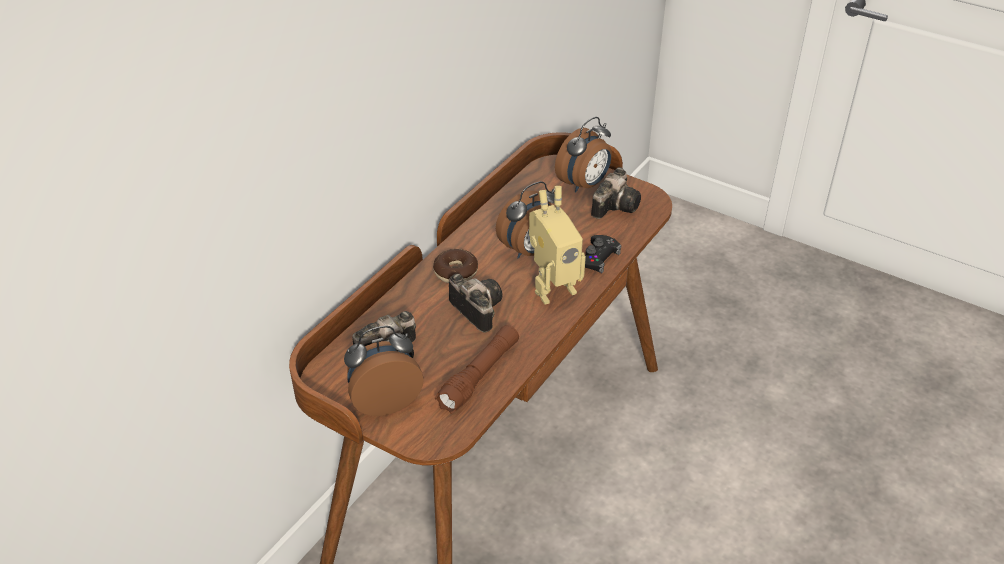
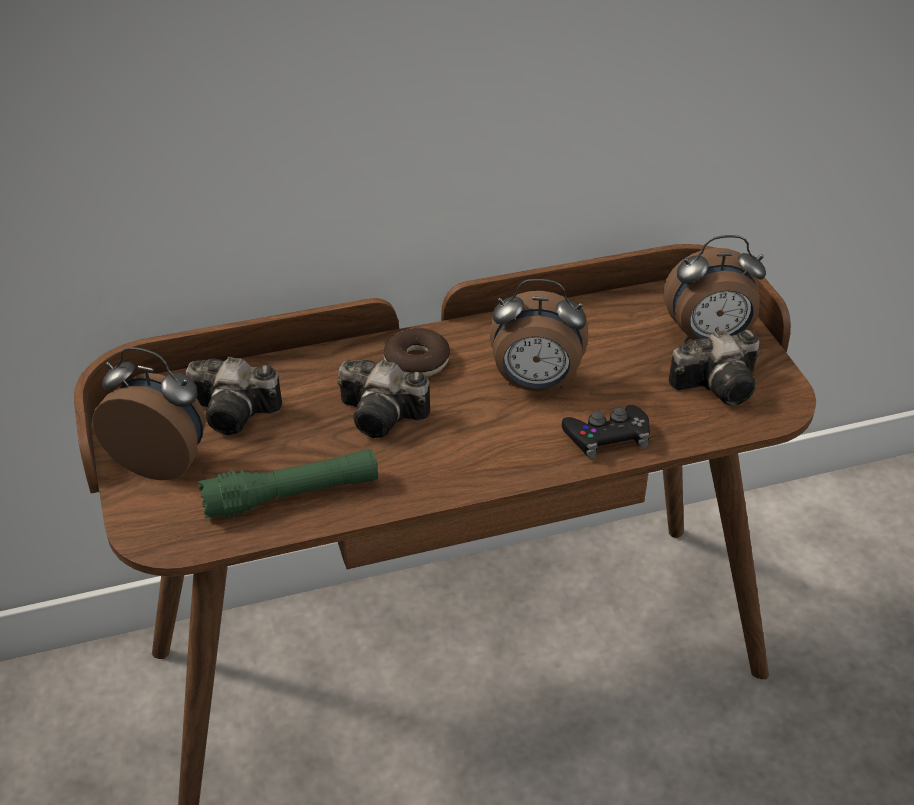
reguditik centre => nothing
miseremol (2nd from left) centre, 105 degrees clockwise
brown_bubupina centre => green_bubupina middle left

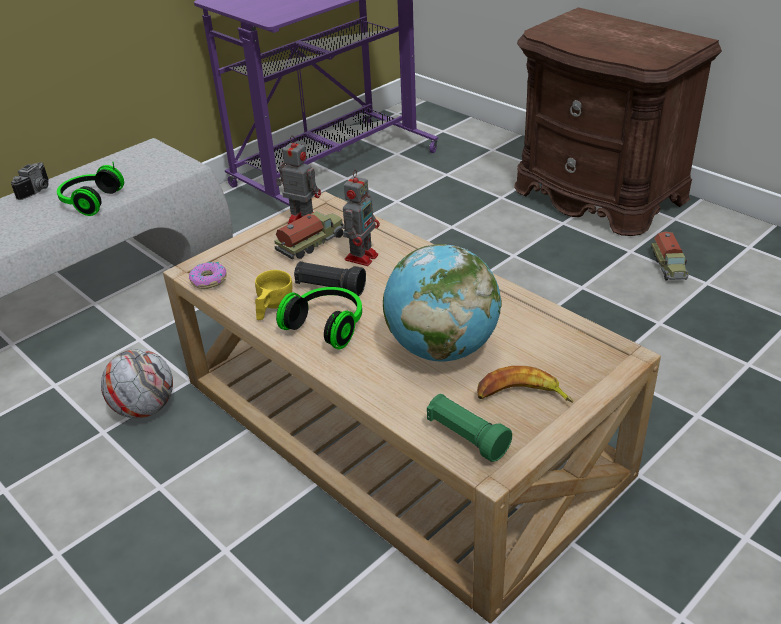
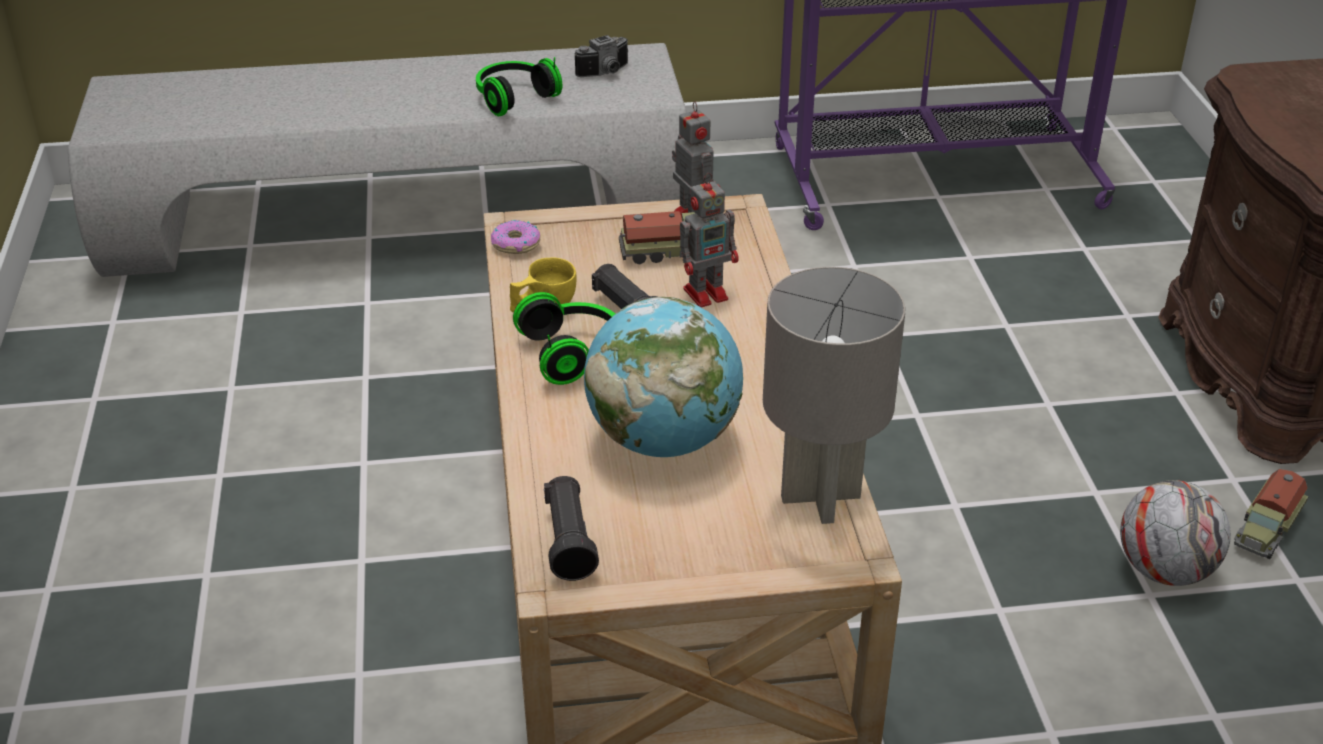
miseremol top left => miseremol top centre, move
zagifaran middle left => zagifaran bottom right, move
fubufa middle right => nothing
green_bubupina bottom centre => black_bubupina (1st from left) bottom centre
nothing => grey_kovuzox centre

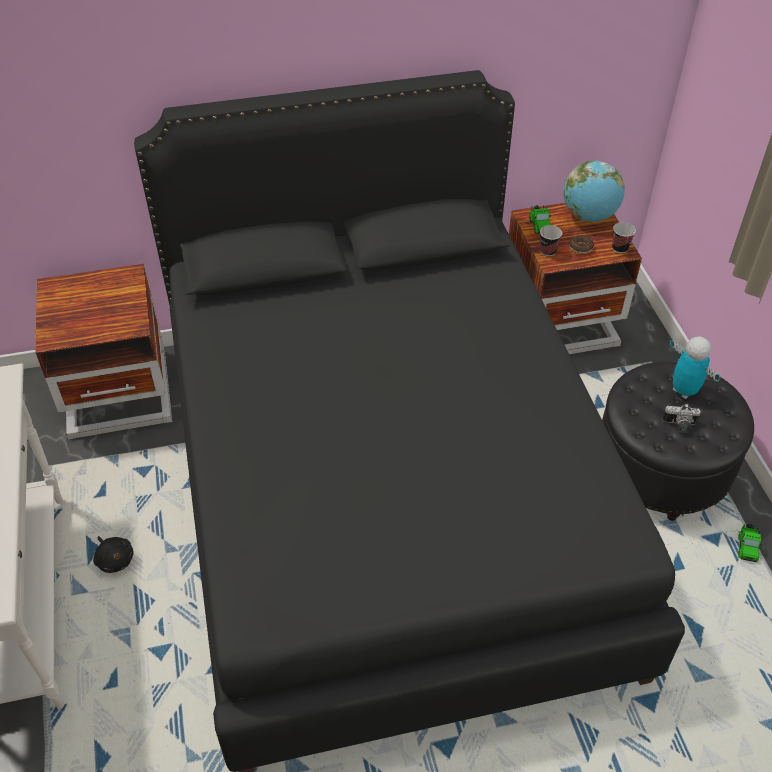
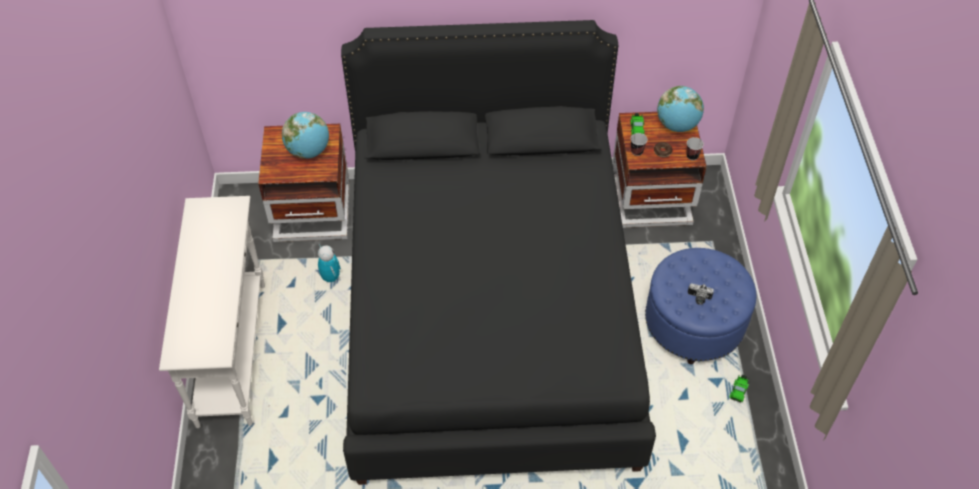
reguditik middle right => reguditik centre, move
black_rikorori middle right => blue_rikorori middle right
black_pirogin bottom left => nothing
nothing => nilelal (1st from left) top left

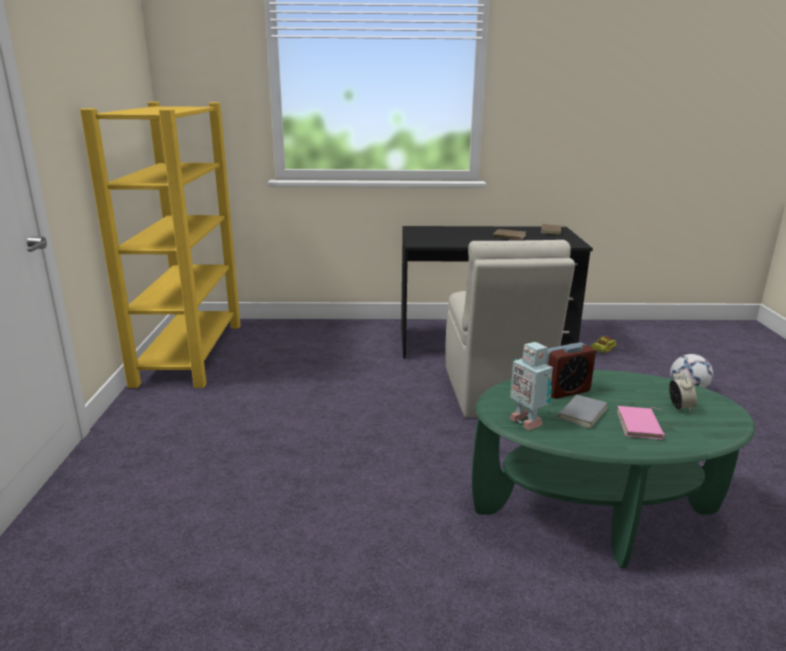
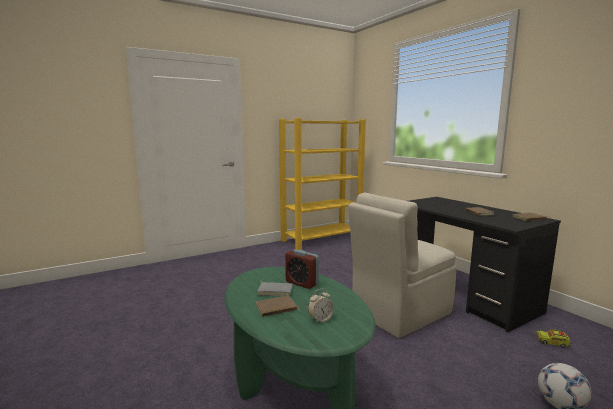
reguditik middle right => nothing
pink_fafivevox middle right => brown_fafivevox (1st from left) bottom centre

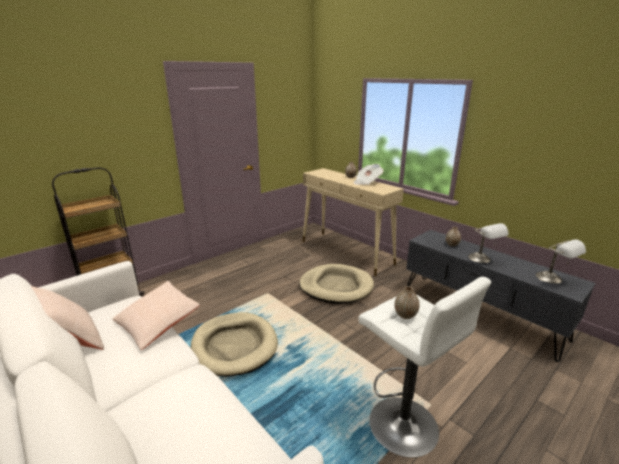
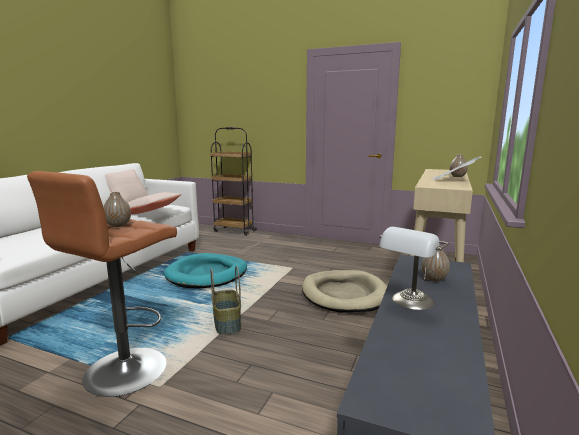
white_kovuzox (2nd from left) middle right => nothing
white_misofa bottom right => brown_misofa middle left
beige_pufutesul (1st from left) bottom centre => turquoise_pufutesul centre
nothing => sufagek bottom centre

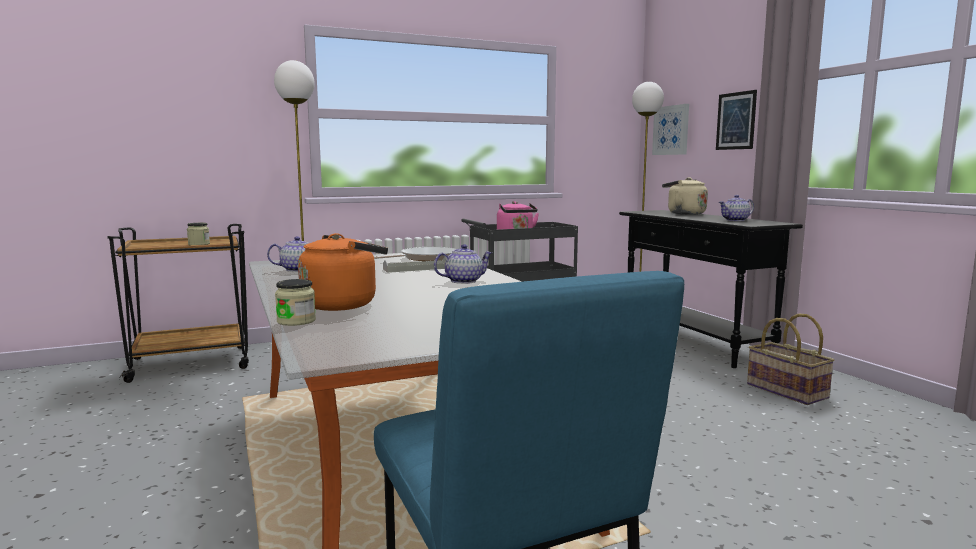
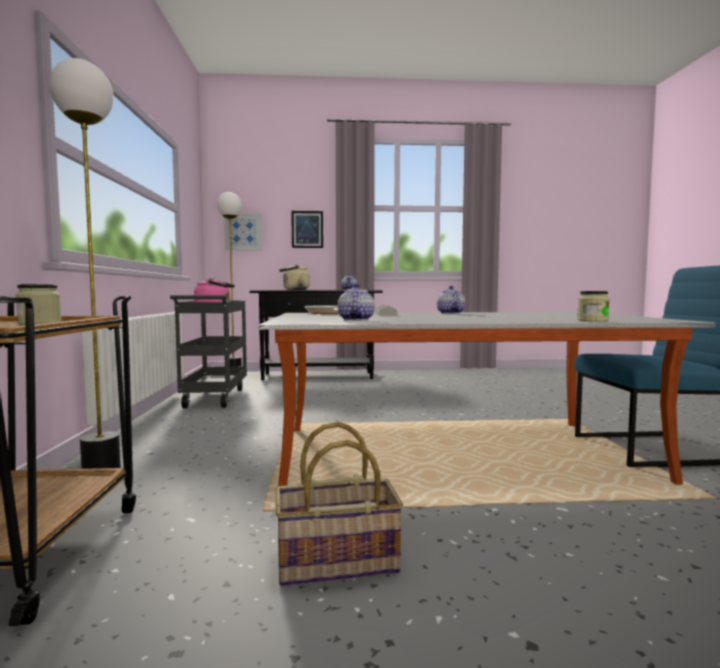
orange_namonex centre => nothing
sufagek middle right => sufagek bottom centre, move

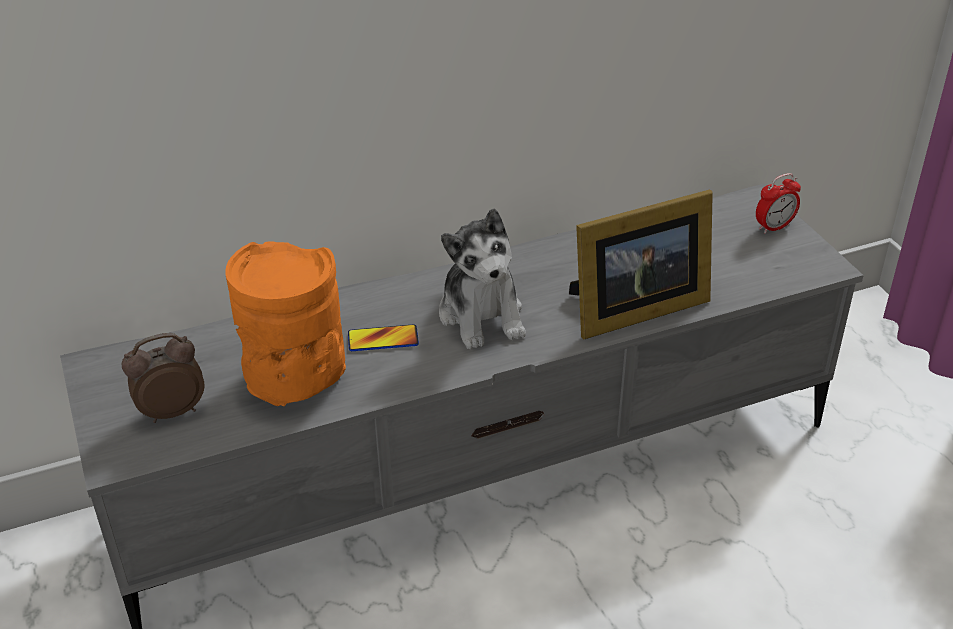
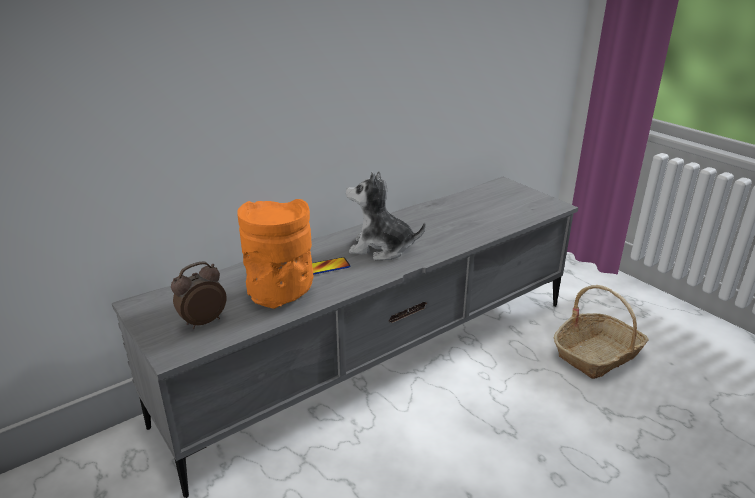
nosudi (2nd from left) top right => nothing
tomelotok middle right => nothing
pirogin centre, 135 degrees clockwise
nothing => sufagek bottom right

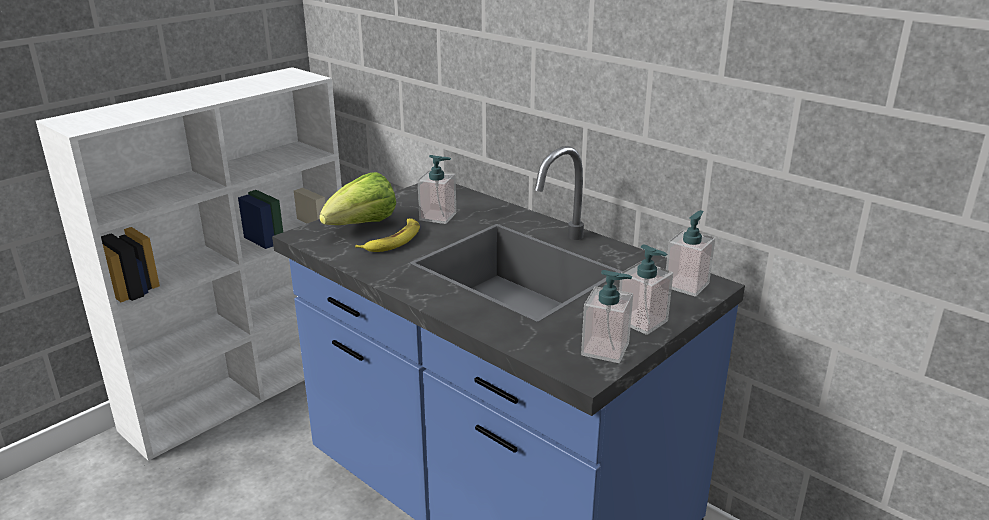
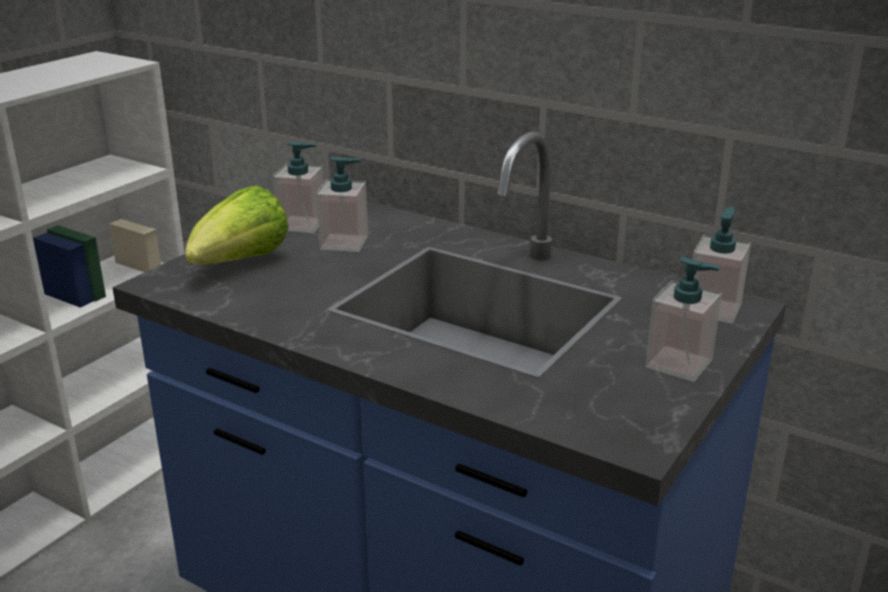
fubufa centre => nothing
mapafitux (2nd from left in the first image) centre => mapafitux (1st from left) top centre, move

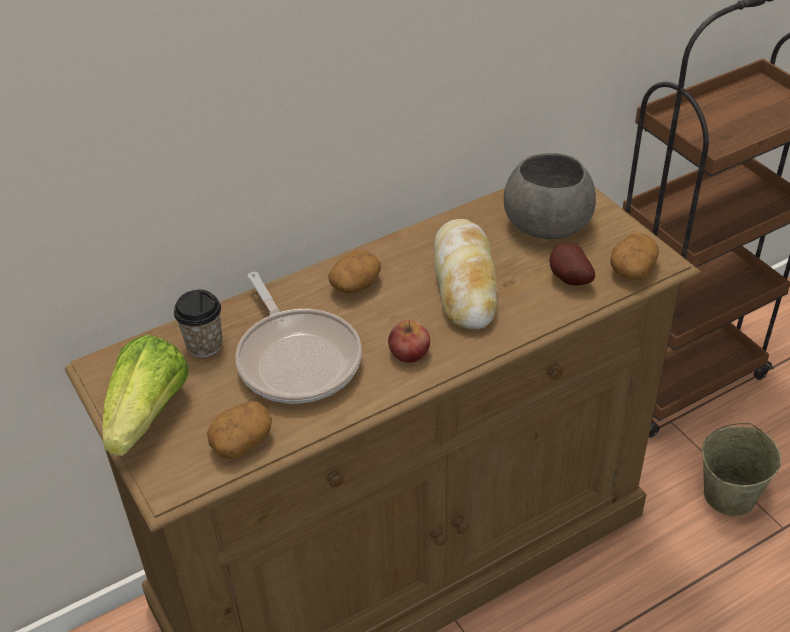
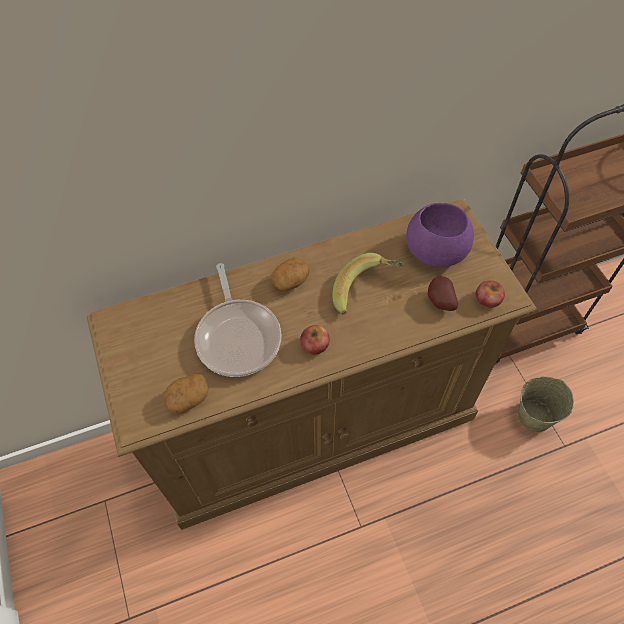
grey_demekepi top right => purple_demekepi middle right
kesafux centre => fubufa centre
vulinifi (4th from left) middle right => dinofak (2nd from left) middle right
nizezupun middle left => nothing
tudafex middle left => nothing

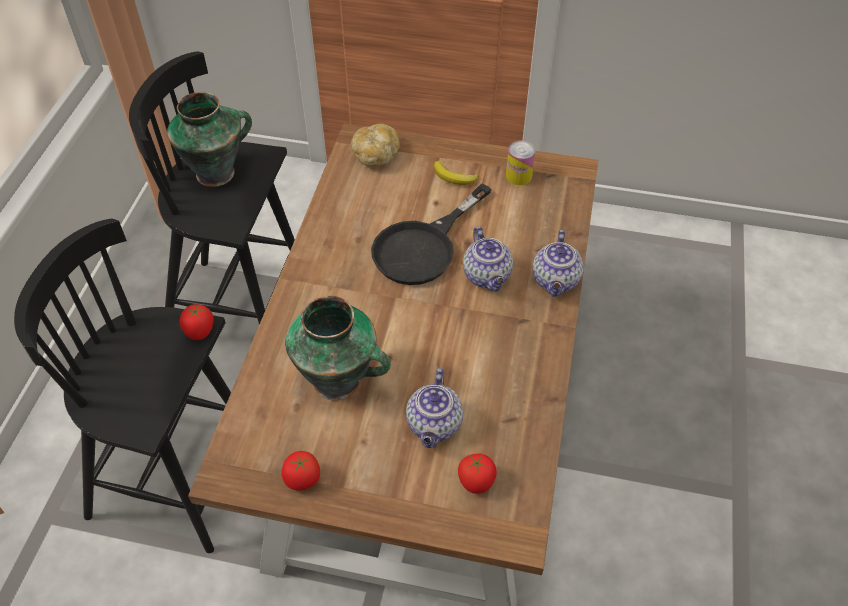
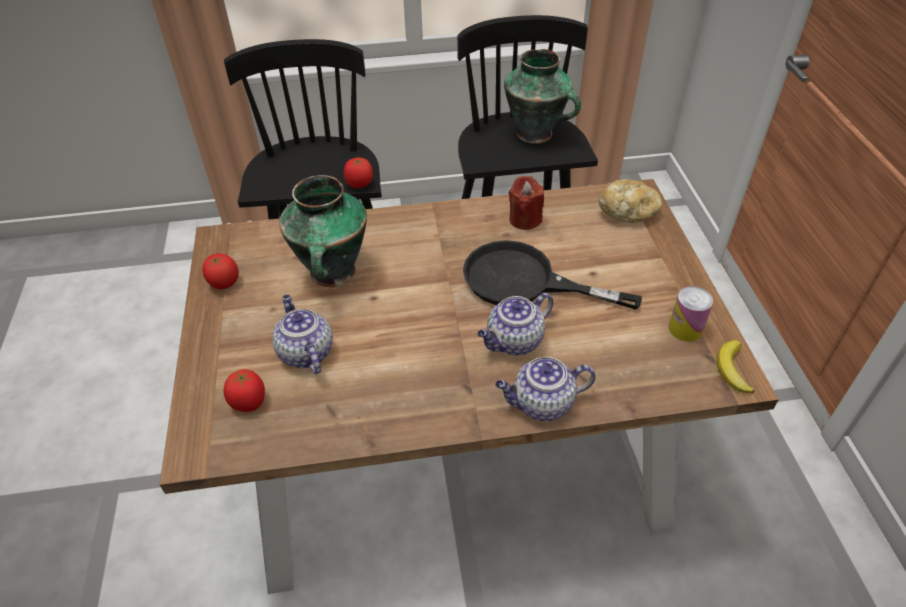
fubufa top centre => fubufa middle right, move
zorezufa (1st from left) bottom centre => zorezufa (1st from left) centre, 75 degrees clockwise
nothing => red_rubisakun centre

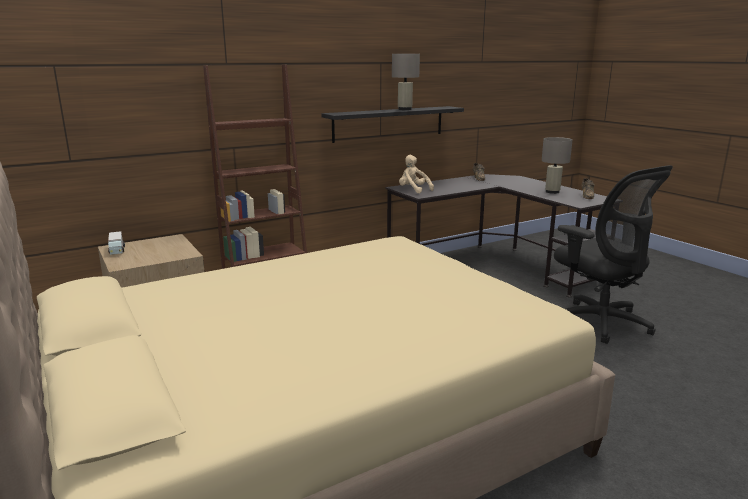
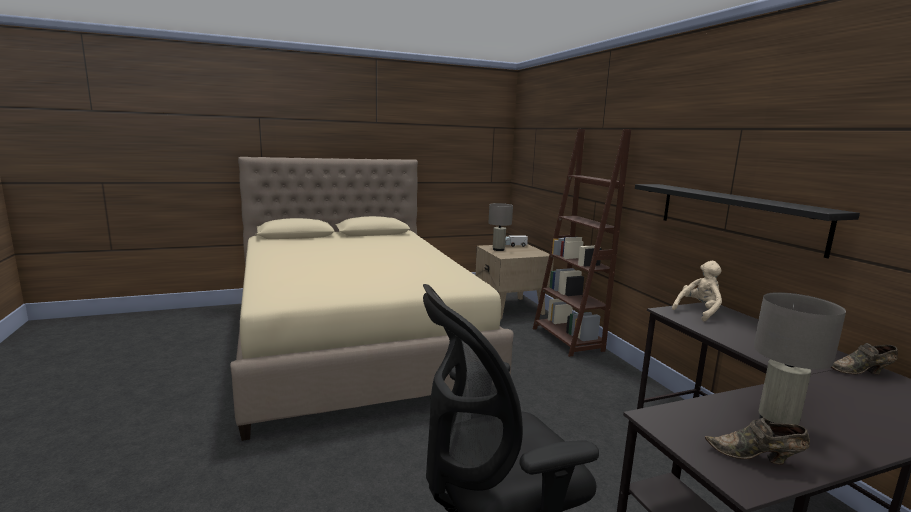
grey_kovuzox (1st from left) top centre => grey_kovuzox (1st from left) centre, move

